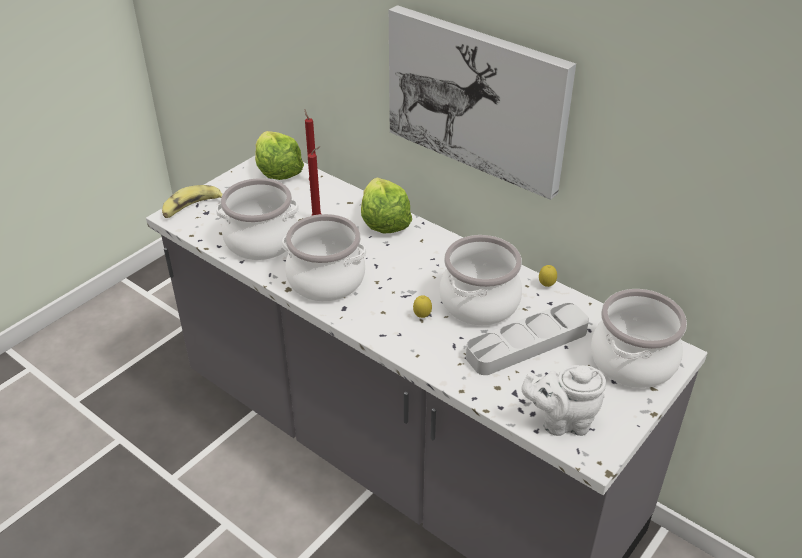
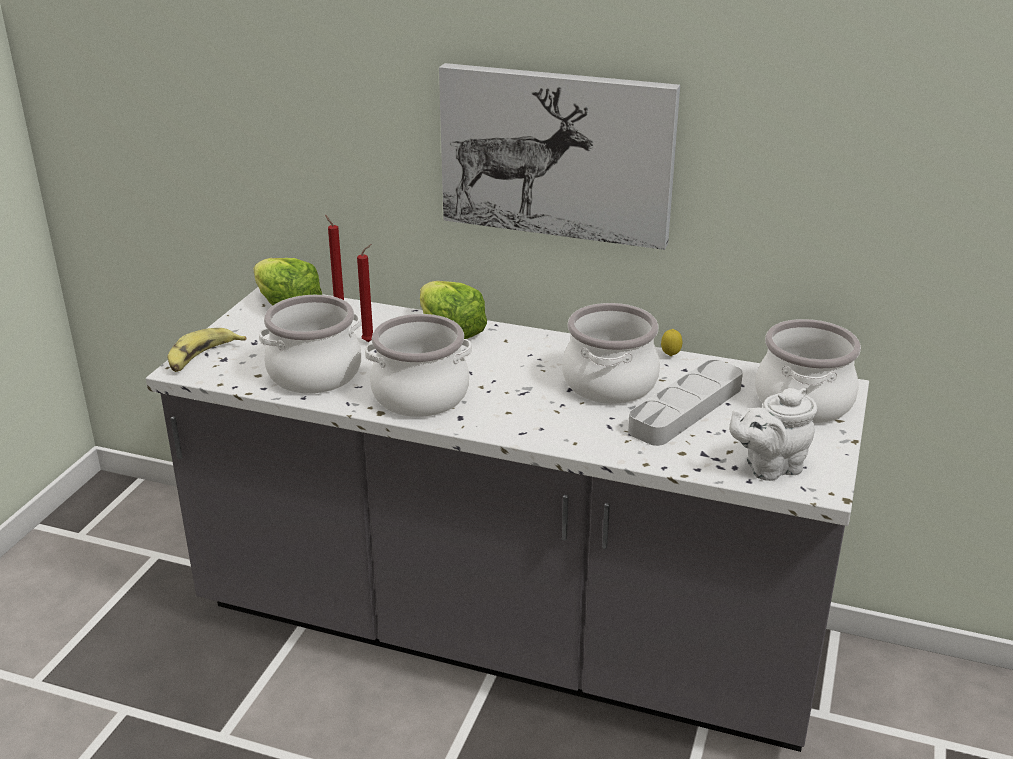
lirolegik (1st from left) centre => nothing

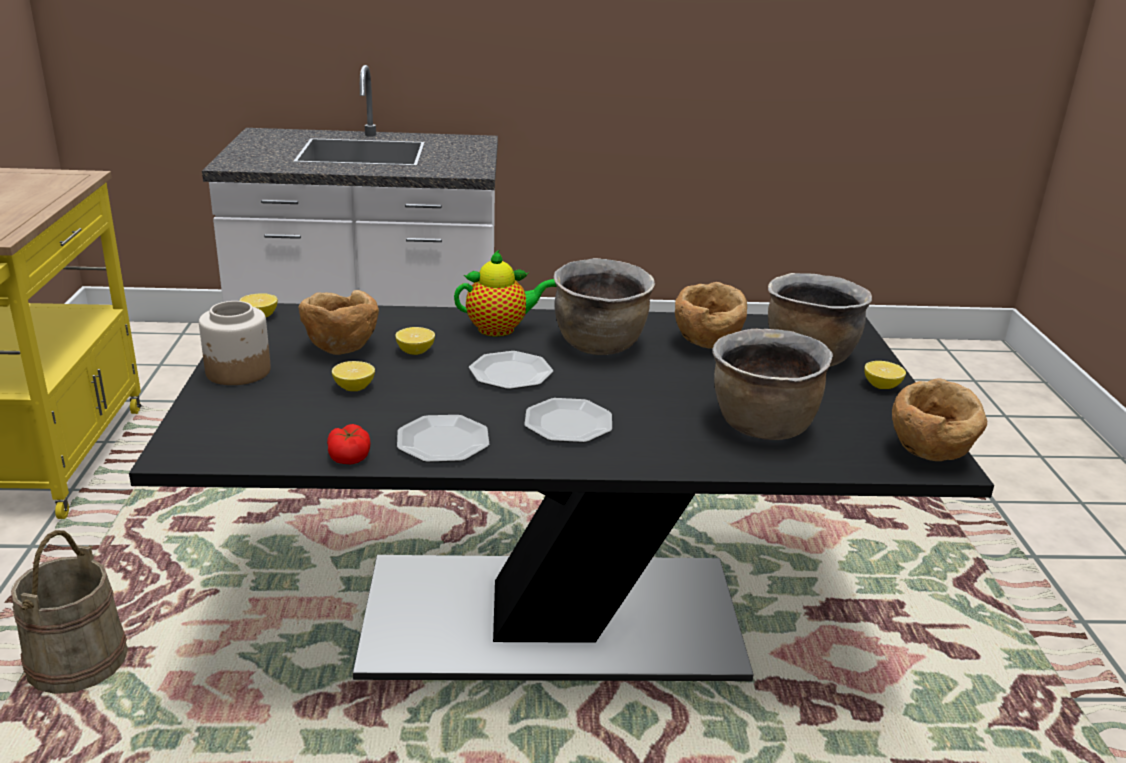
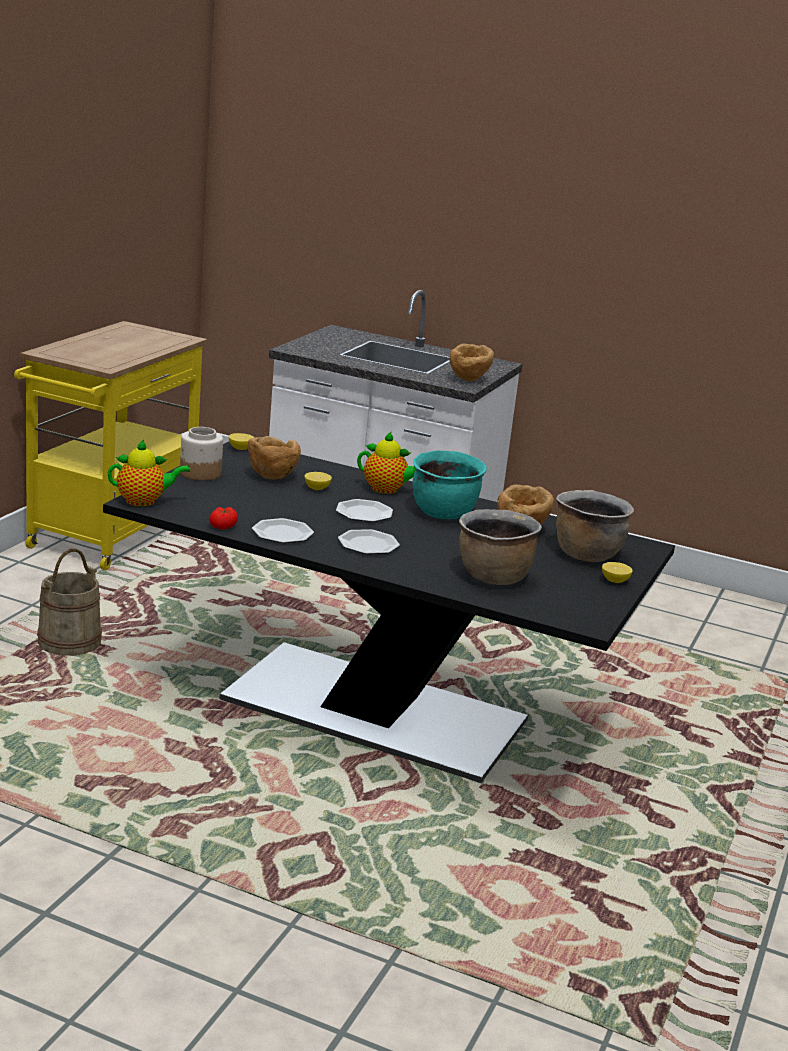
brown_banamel (1st from left) centre => turquoise_banamel centre
lirolegik (2nd from left) middle left => nothing
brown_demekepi (3rd from left in the first image) middle right => brown_demekepi (2nd from left) centre, move
nothing => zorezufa (1st from left) middle left

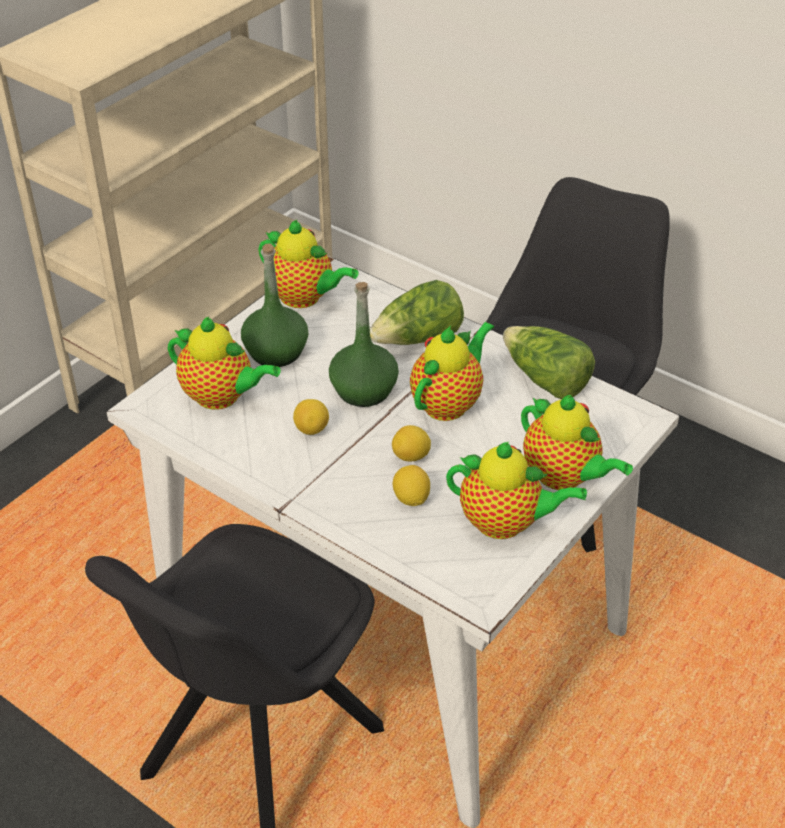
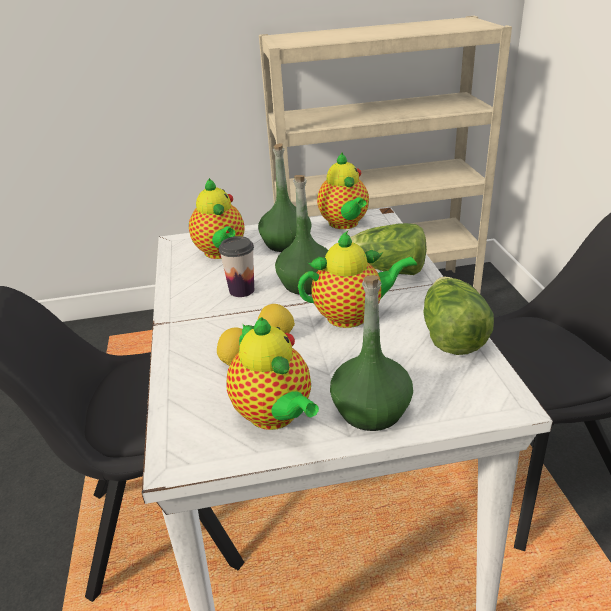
zorezufa (5th from left) middle right => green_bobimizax (3rd from left) centre
lirolegik (1st from left) centre => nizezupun centre

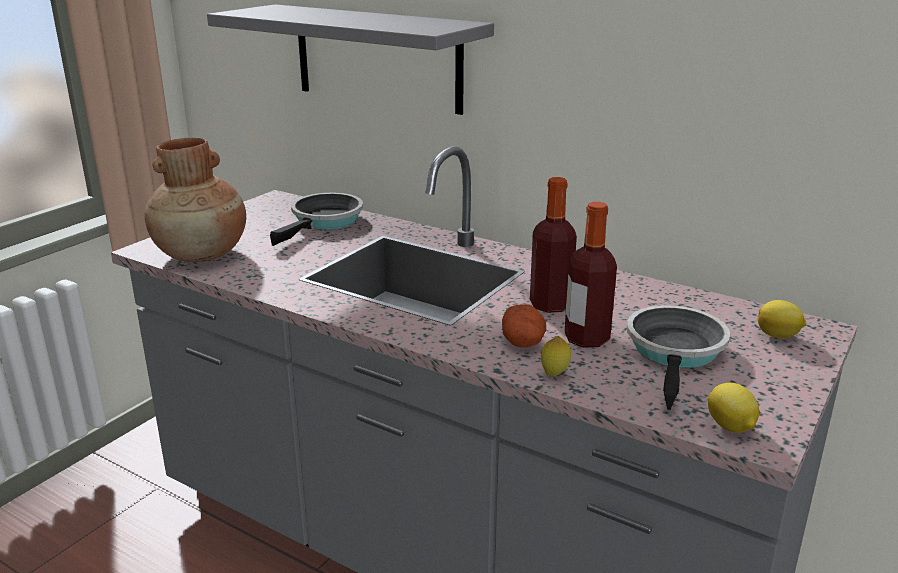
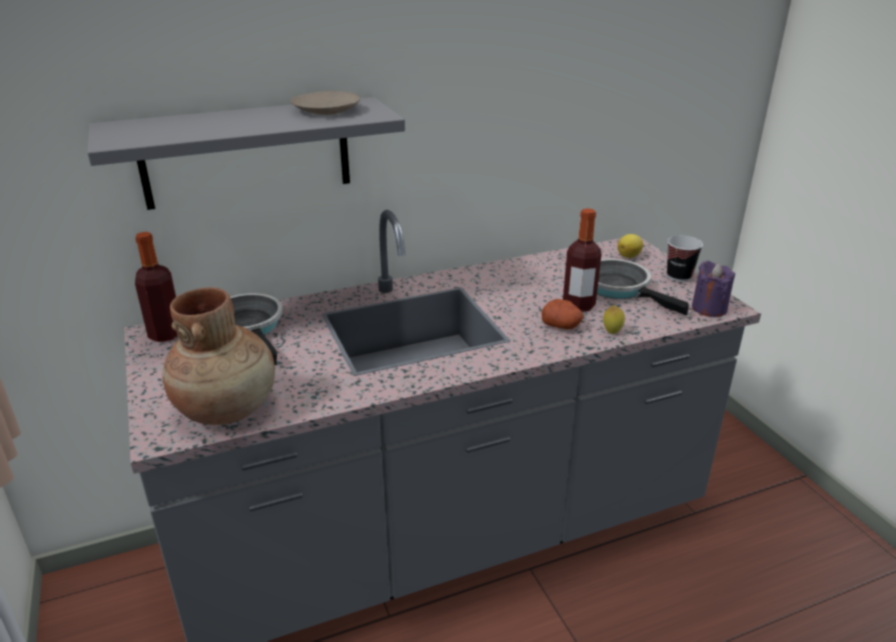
bobimizax (1st from left) centre => bobimizax (1st from left) middle left, move
lirolegik (2nd from left) bottom right => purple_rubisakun middle right
nothing => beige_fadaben top centre
nothing => nizezupun middle right

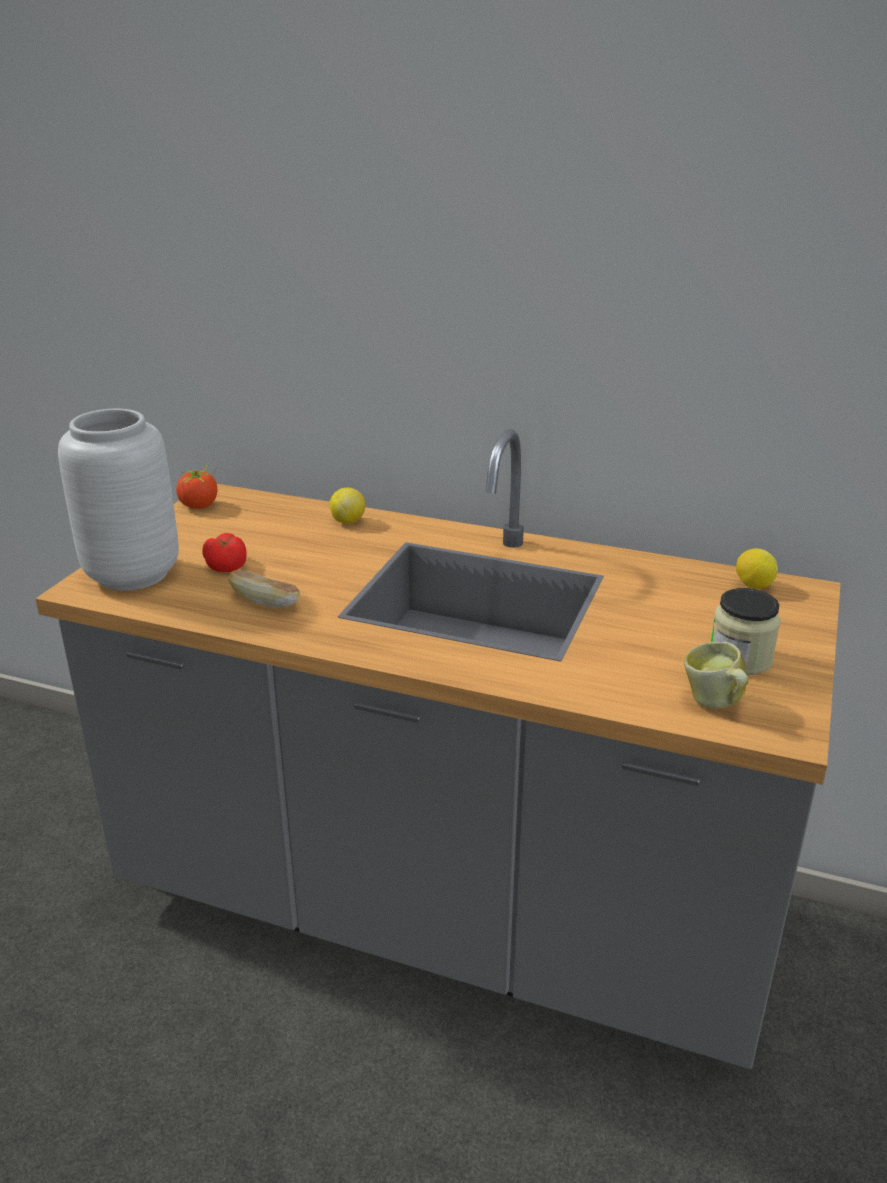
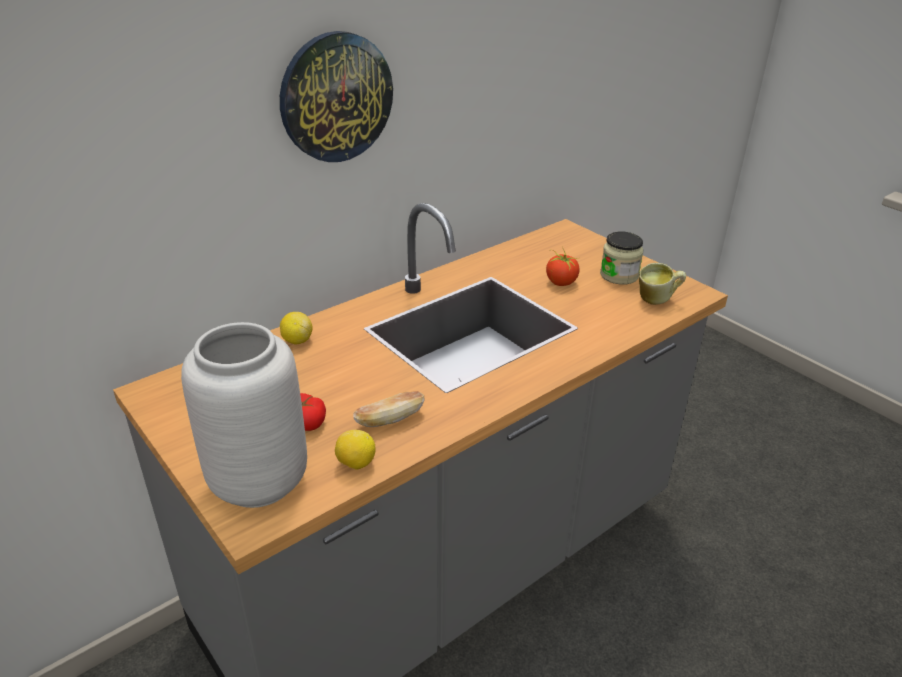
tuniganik (1st from left in the first image) middle left => tuniganik (2nd from left) centre, move
lirolegik (2nd from left) middle right => lirolegik (2nd from left) centre, move
nothing => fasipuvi top centre

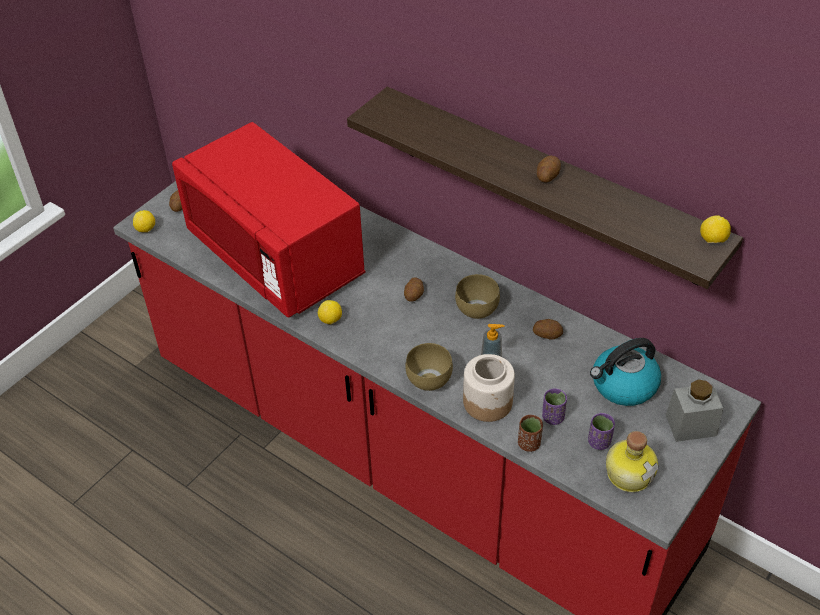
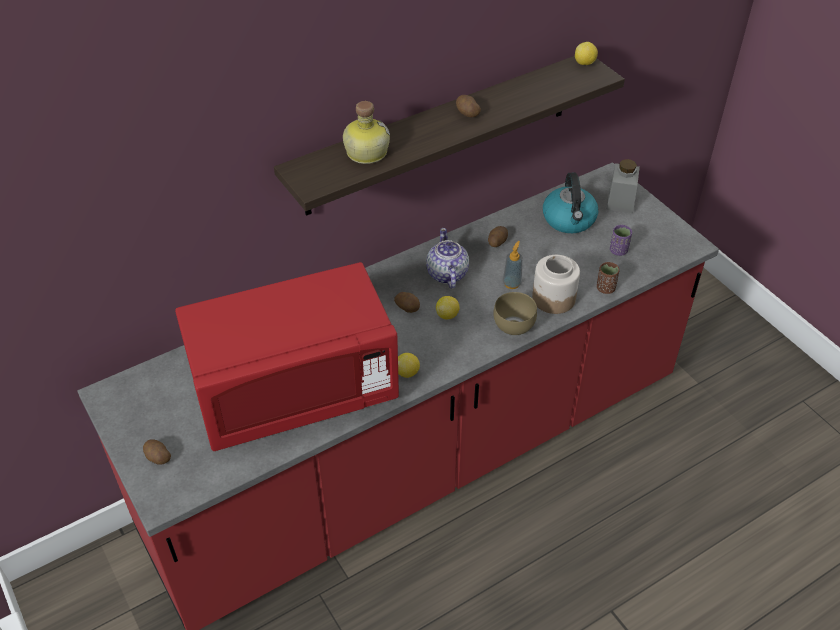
lirolegik (1st from left in the first image) middle left => lirolegik (2nd from left) centre, move
brown_demekepi (2nd from left) centre => zorezufa centre
purple_nizezupun (1st from left) middle right => nothing
bobimizax bottom right => bobimizax top centre, move

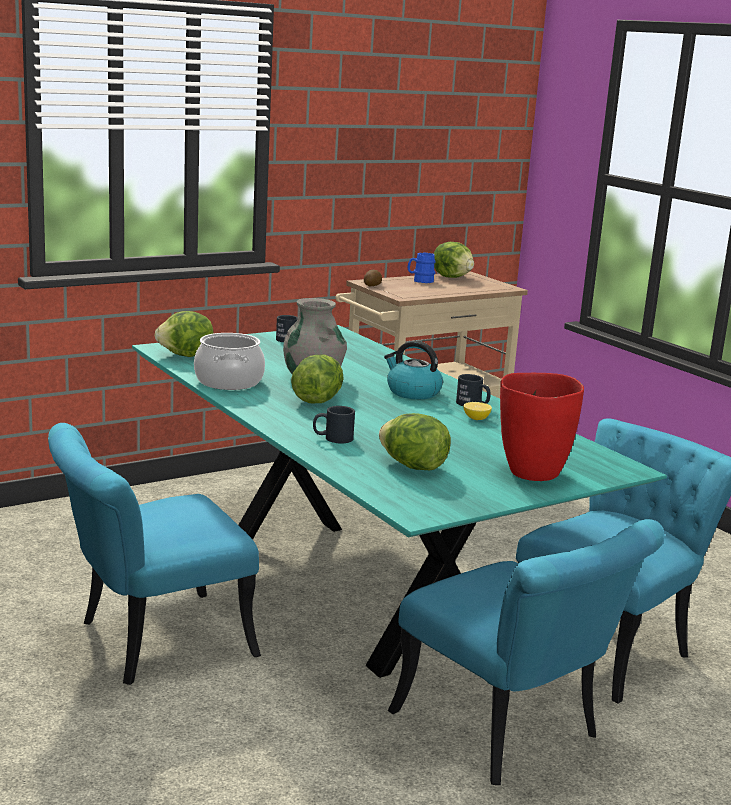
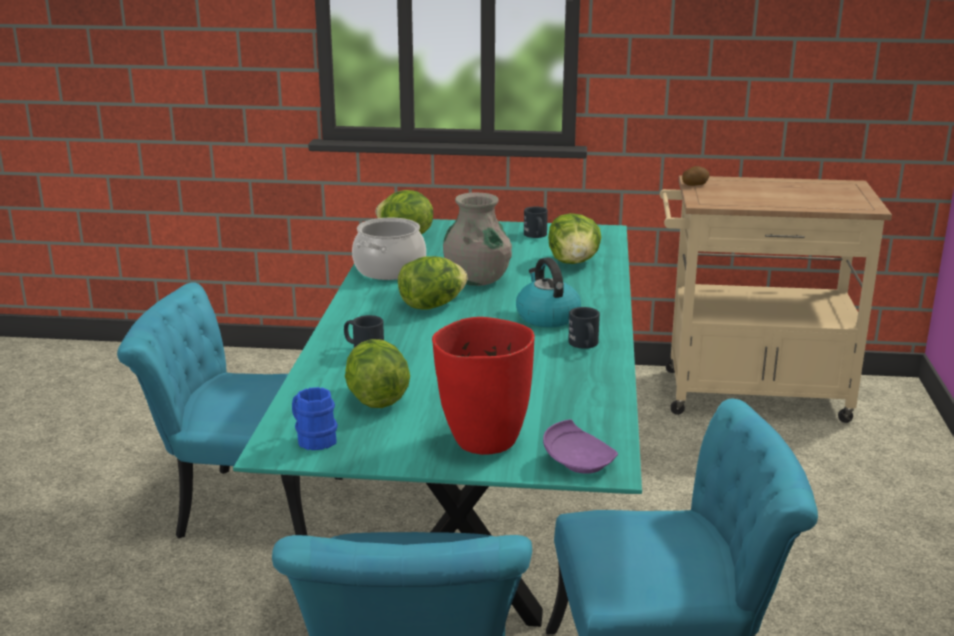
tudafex (4th from left) top centre => tudafex (4th from left) centre, move
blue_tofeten top centre => blue_tofeten middle left, move
lirolegik centre => nothing
nothing => purple_fadaben bottom centre

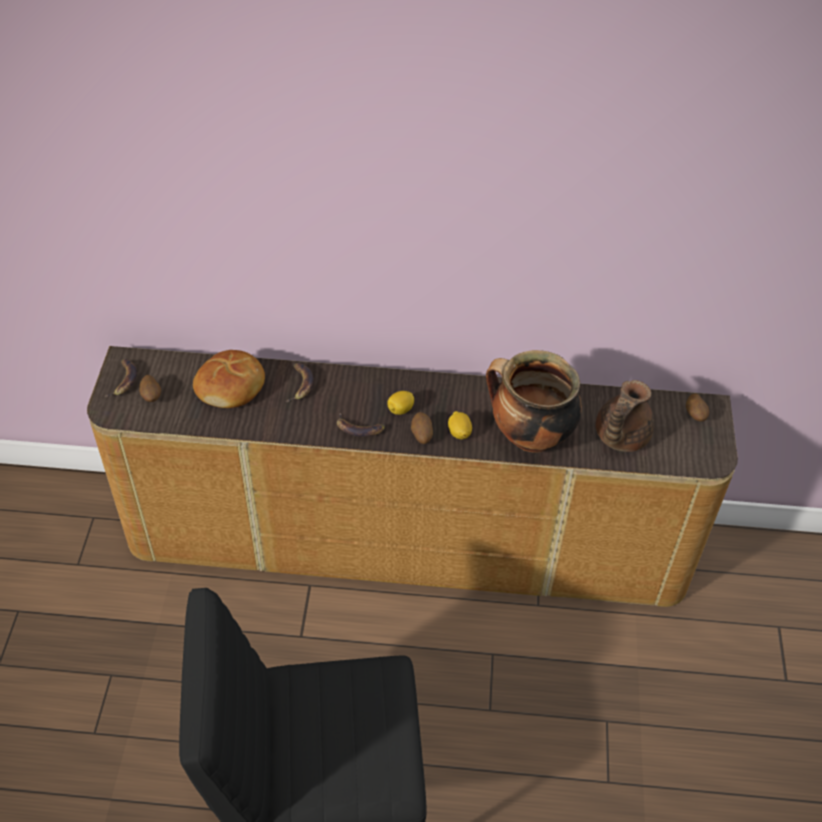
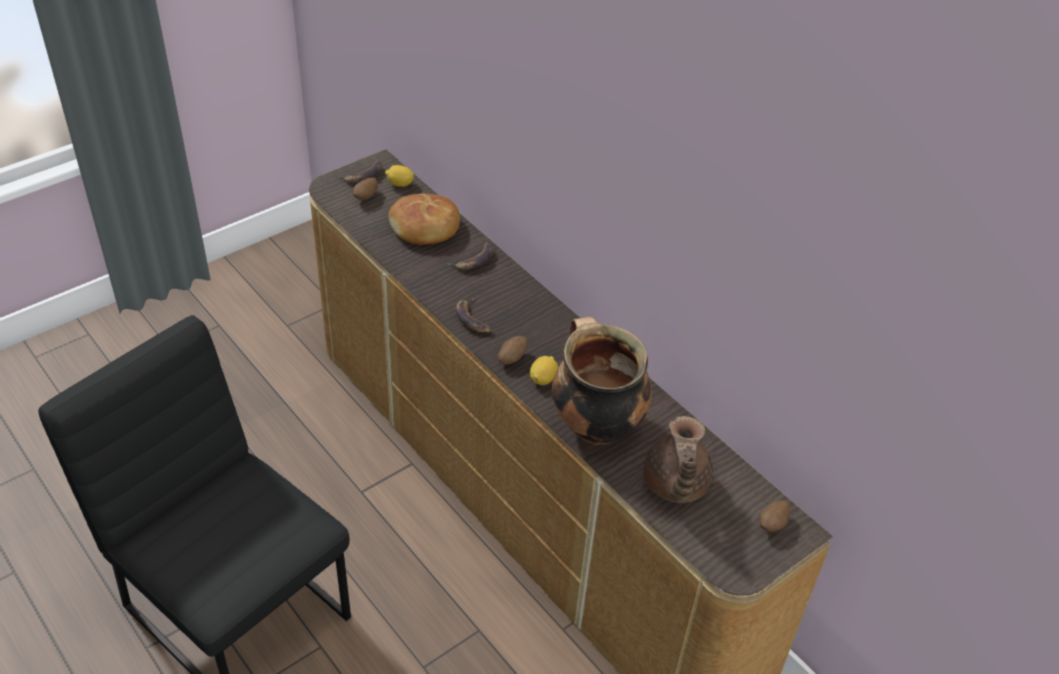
brown_zorezufa middle right => brown_zorezufa bottom centre, 75 degrees counterclockwise
lirolegik (1st from left) centre => lirolegik (1st from left) top centre, move

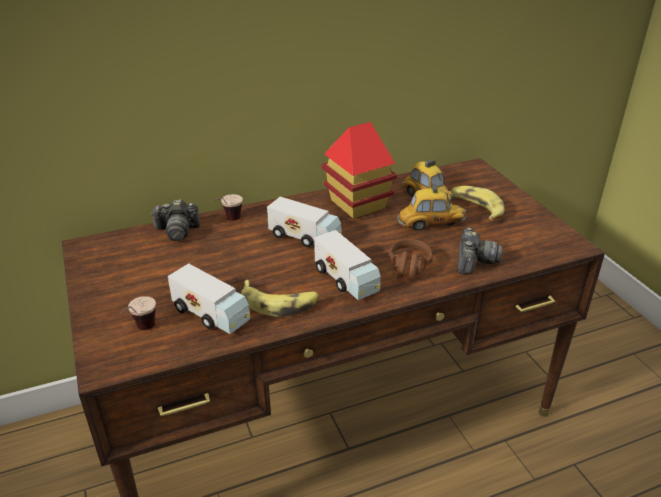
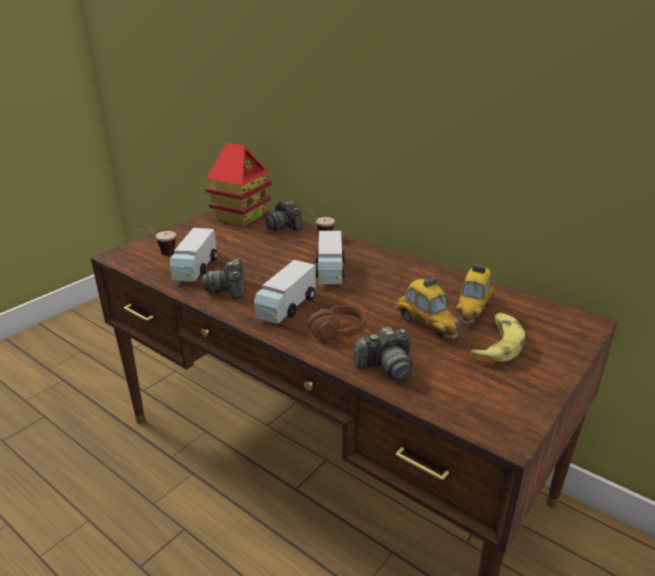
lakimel centre => lakimel top centre, move
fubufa (1st from left) centre => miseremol (1st from left) centre

